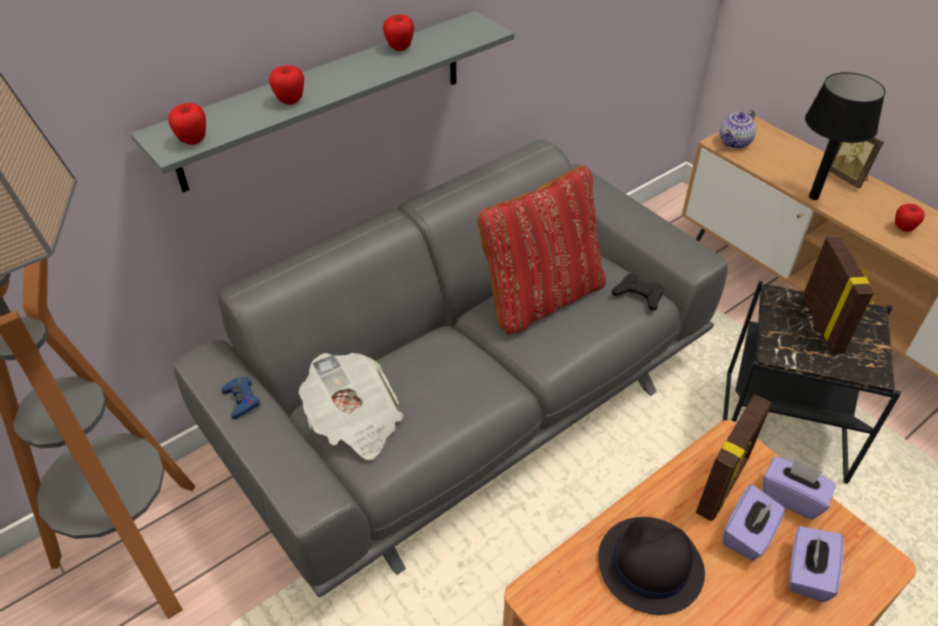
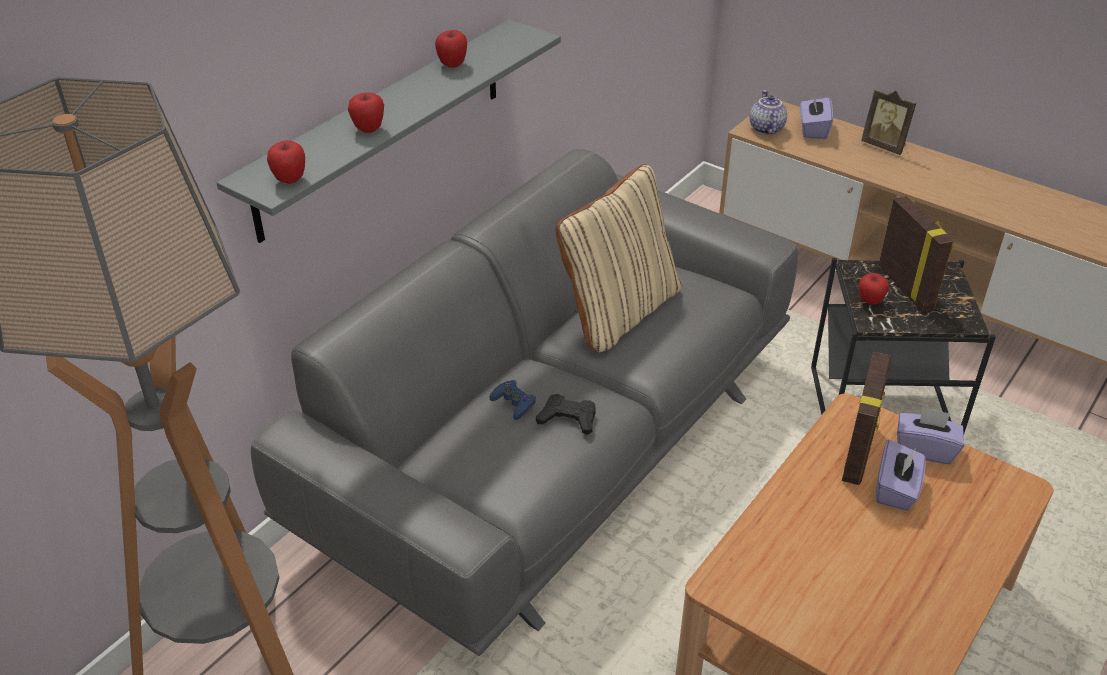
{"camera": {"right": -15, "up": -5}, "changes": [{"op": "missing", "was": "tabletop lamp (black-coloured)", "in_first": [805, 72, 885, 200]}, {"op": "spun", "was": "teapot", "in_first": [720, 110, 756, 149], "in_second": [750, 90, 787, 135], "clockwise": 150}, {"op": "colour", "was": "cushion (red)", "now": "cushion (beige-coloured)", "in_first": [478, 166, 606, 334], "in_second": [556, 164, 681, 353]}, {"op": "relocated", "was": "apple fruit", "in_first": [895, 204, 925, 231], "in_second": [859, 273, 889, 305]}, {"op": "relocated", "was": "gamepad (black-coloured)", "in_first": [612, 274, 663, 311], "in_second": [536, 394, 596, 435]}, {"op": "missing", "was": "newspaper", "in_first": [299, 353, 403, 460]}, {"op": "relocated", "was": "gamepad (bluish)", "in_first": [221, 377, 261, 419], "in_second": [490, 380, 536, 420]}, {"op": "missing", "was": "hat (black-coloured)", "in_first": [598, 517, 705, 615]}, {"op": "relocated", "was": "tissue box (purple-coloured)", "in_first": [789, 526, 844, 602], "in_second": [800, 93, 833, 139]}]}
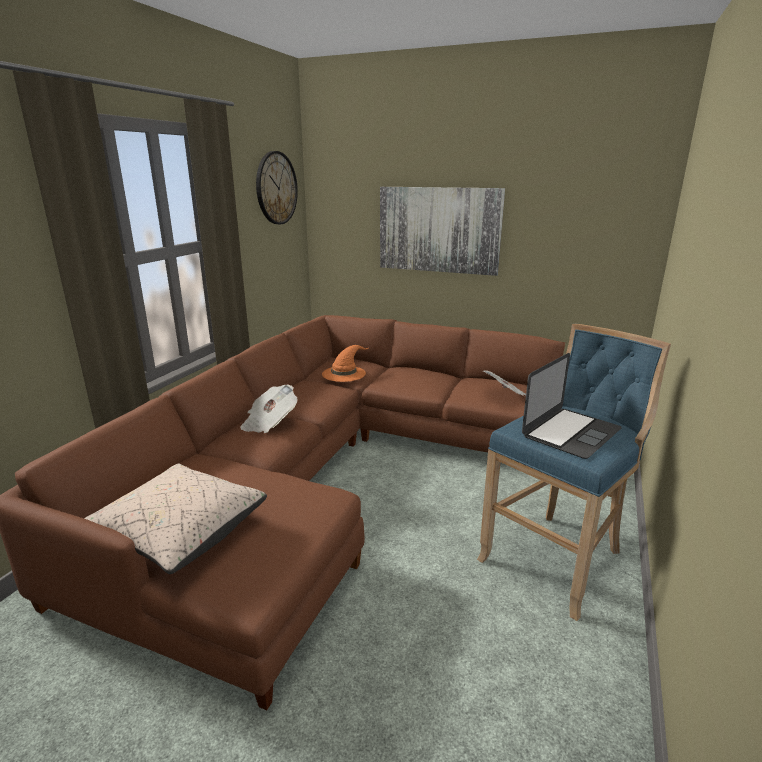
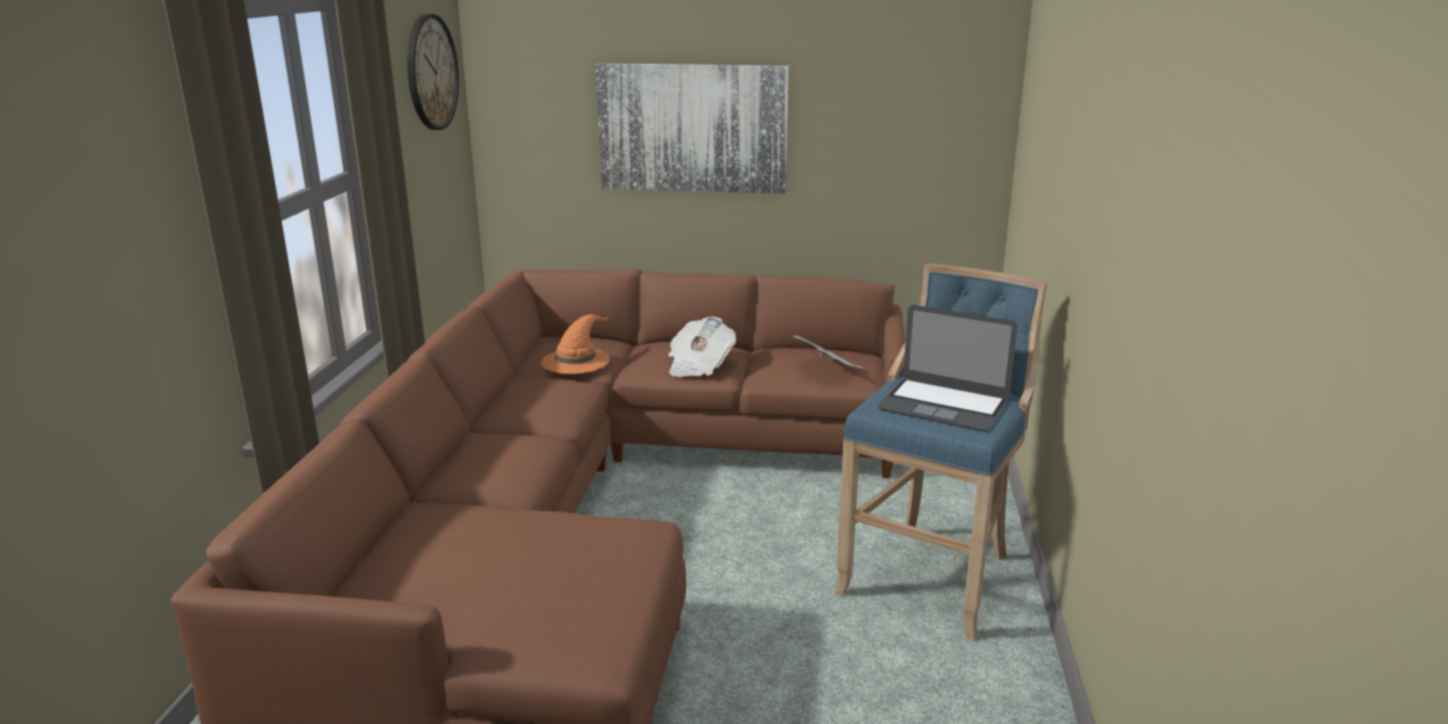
{"camera": {"right": -15, "up": 0}, "changes": [{"op": "spun", "was": "portable computer", "in_first": [522, 353, 622, 459], "in_second": [877, 305, 1018, 431], "clockwise": 90}, {"op": "relocated", "was": "newspaper", "in_first": [240, 384, 298, 433], "in_second": [668, 316, 736, 377]}, {"op": "missing", "was": "cushion (beige-coloured)", "in_first": [84, 463, 267, 574]}]}
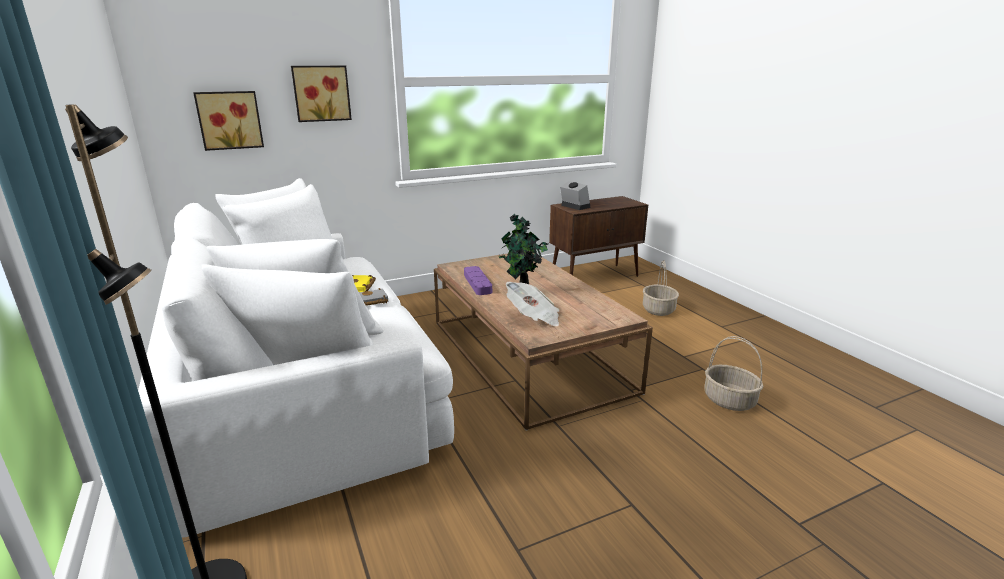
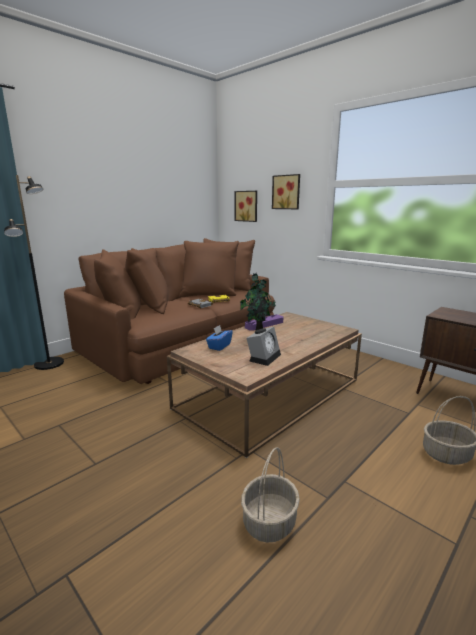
{"camera": {"right": 70, "up": -5}, "changes": [{"op": "colour", "was": "settee (white)", "now": "settee (brownish)", "in_first": [138, 178, 454, 538], "in_second": [64, 238, 275, 384]}, {"op": "relocated", "was": "table clock", "in_first": [560, 181, 591, 210], "in_second": [247, 327, 281, 366]}, {"op": "exchanged", "was": "newspaper", "now": "tissue box (bluish)", "in_first": [506, 282, 559, 326], "in_second": [206, 325, 233, 351]}]}
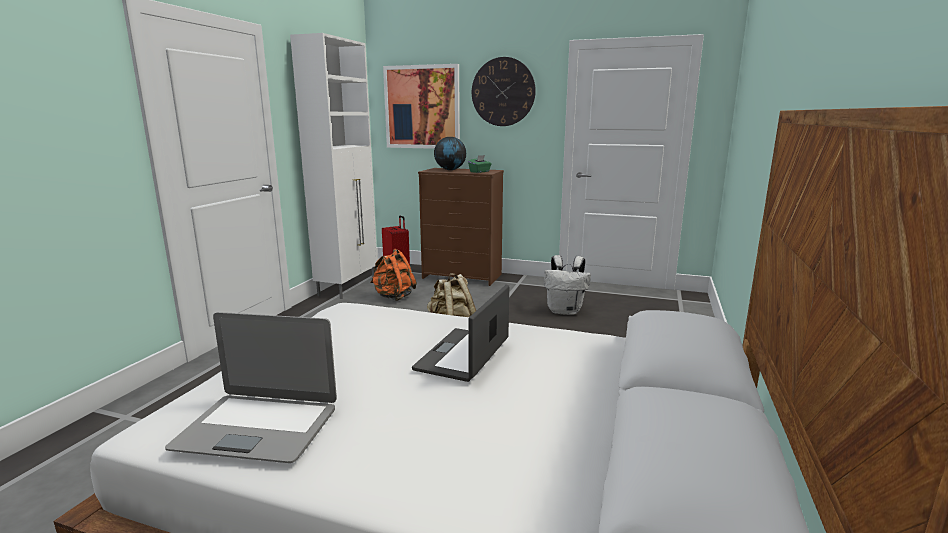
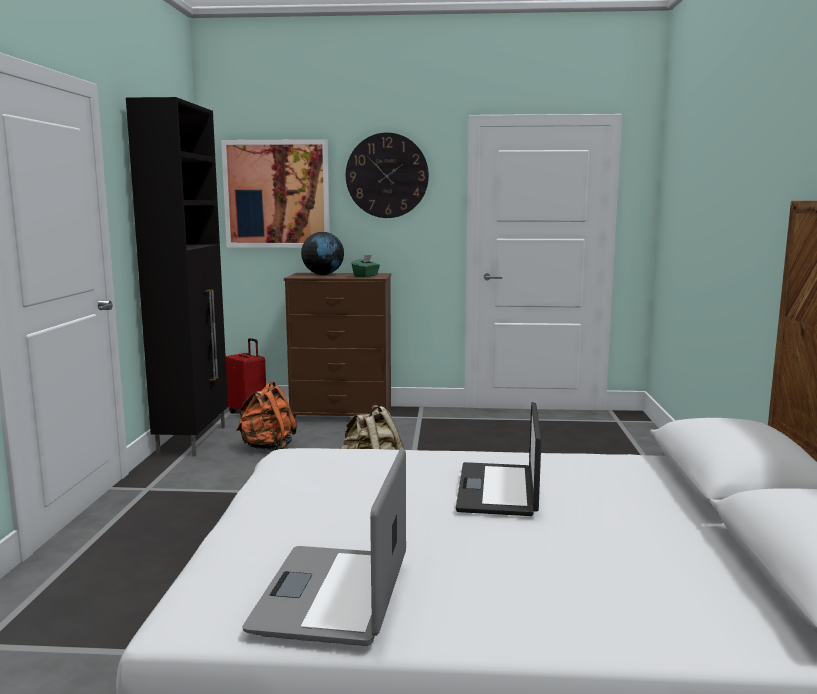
{"camera": {"right": -15, "up": -5}, "changes": [{"op": "colour", "was": "cabinet (white)", "now": "cabinet (black-coloured)", "in_first": [290, 33, 377, 299], "in_second": [126, 97, 228, 457]}, {"op": "missing", "was": "rucksack (white)", "in_first": [544, 255, 591, 315]}, {"op": "spun", "was": "portable computer", "in_first": [165, 312, 337, 463], "in_second": [243, 448, 406, 646], "clockwise": 105}]}
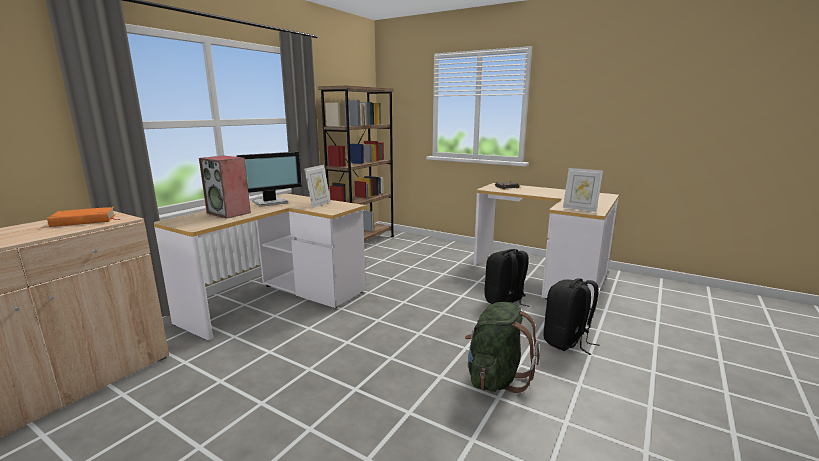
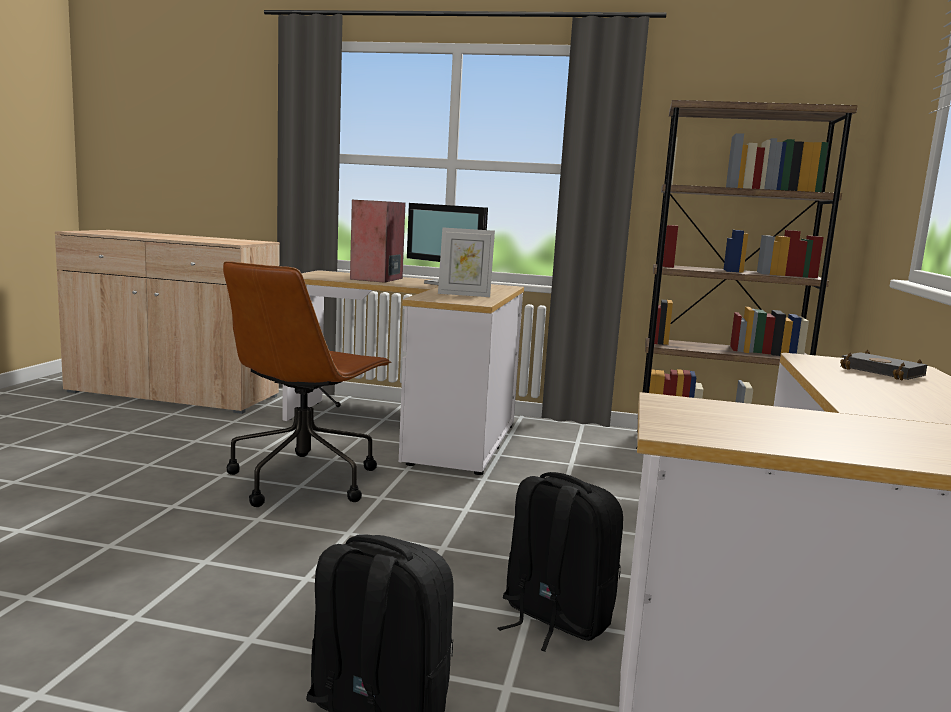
{"camera": {"right": 70, "up": -5}, "changes": [{"op": "missing", "was": "standing frame", "in_first": [563, 168, 603, 212]}, {"op": "missing", "was": "book (orange-coloured)", "in_first": [47, 207, 121, 227]}, {"op": "missing", "was": "rucksack (green)", "in_first": [465, 302, 540, 393]}, {"op": "appeared", "now": "office chair (brownish)", "in_second": [223, 261, 391, 507]}]}
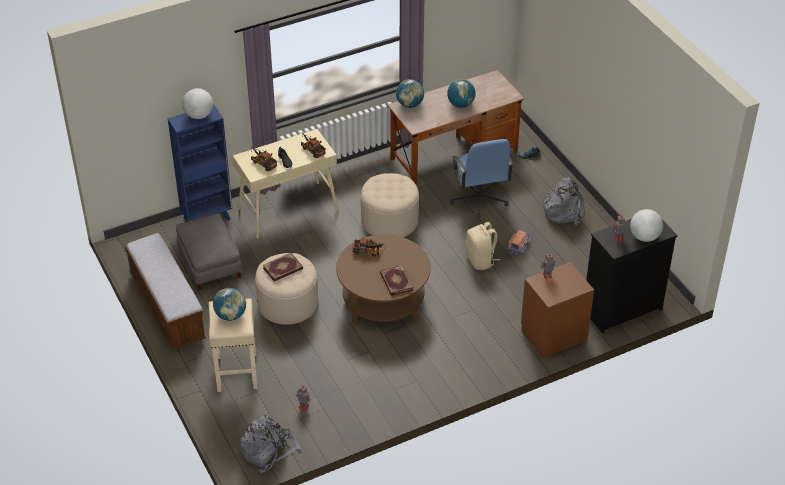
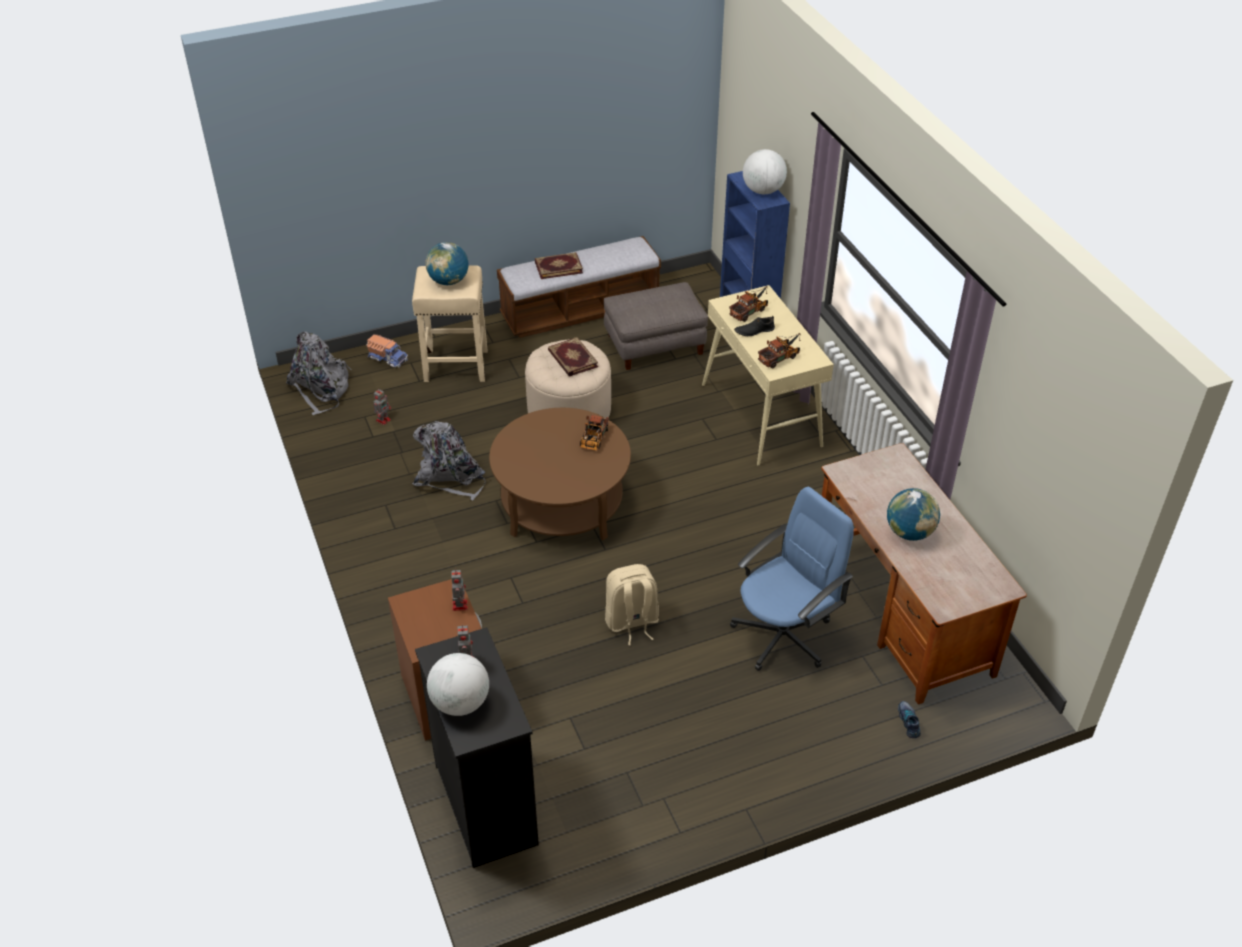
{"camera": {"right": 95, "up": 0}, "changes": [{"op": "missing", "was": "globe", "in_first": [396, 79, 424, 108]}, {"op": "spun", "was": "office chair (bluish)", "in_first": [450, 139, 514, 219], "in_second": [730, 487, 854, 671], "clockwise": 150}, {"op": "missing", "was": "footrest (beige-coloured)", "in_first": [361, 173, 419, 237]}, {"op": "relocated", "was": "rucksack (greyish)", "in_first": [541, 176, 585, 225], "in_second": [412, 421, 486, 500]}, {"op": "relocated", "was": "toy truck", "in_first": [507, 230, 531, 254], "in_second": [366, 334, 408, 368]}, {"op": "relocated", "was": "book", "in_first": [380, 265, 414, 296], "in_second": [535, 252, 583, 279]}]}
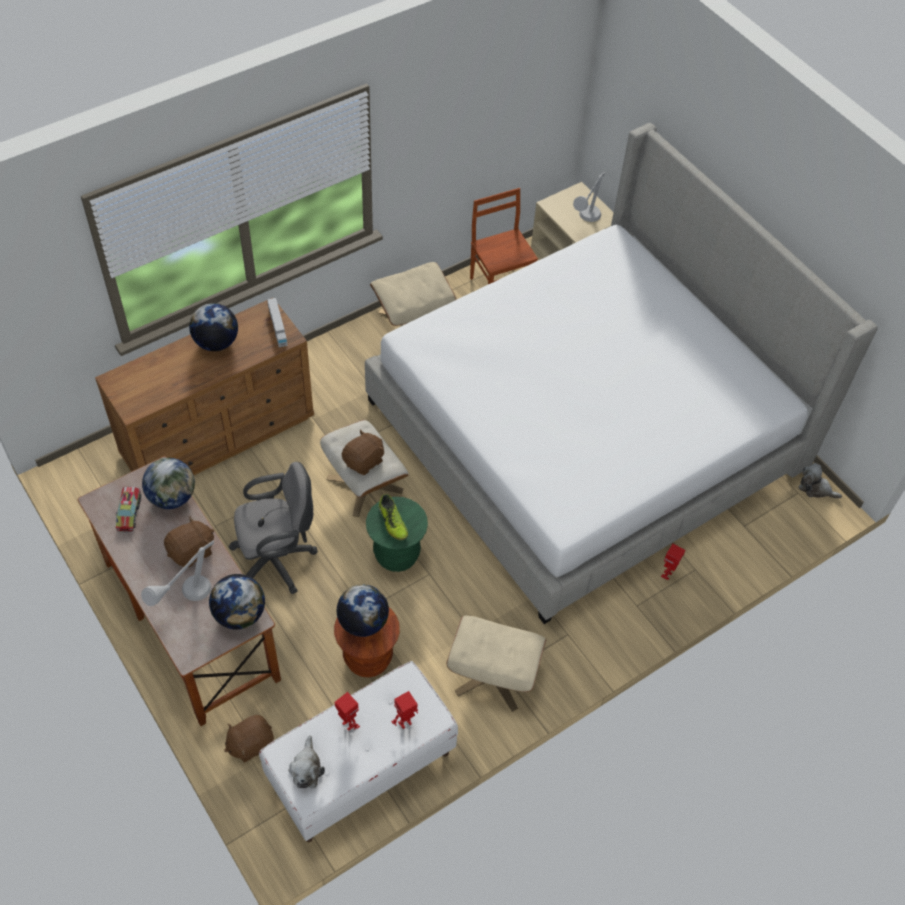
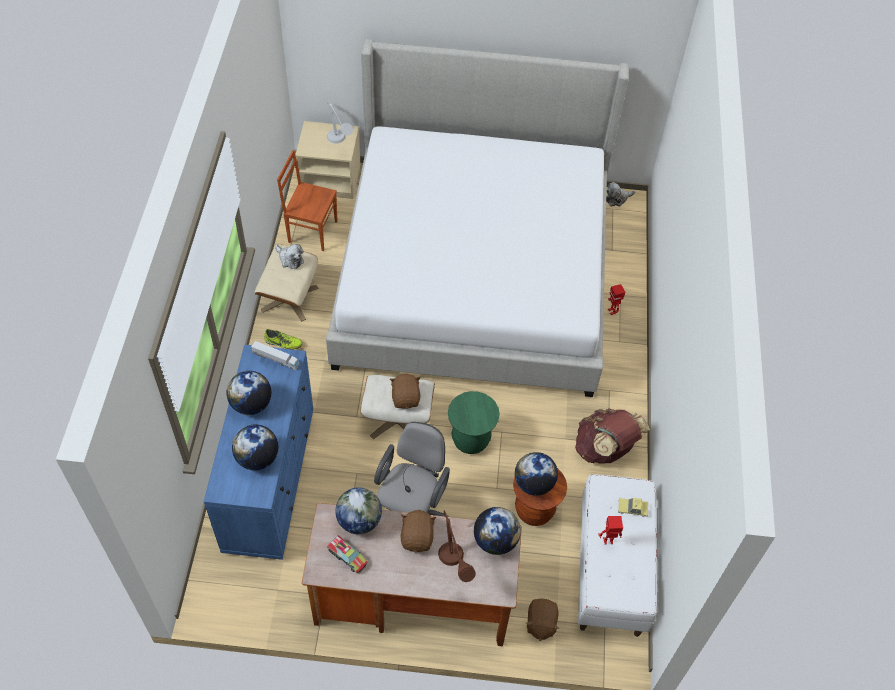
{"camera": {"right": -50, "up": 0}, "changes": [{"op": "colour", "was": "dresser (brownish)", "now": "dresser (bluish)", "in_first": [95, 298, 314, 475], "in_second": [204, 345, 314, 560]}, {"op": "relocated", "was": "shoe", "in_first": [379, 494, 408, 540], "in_second": [264, 329, 303, 350]}, {"op": "colour", "was": "tabletop lamp (greyish)", "now": "tabletop lamp (brownish)", "in_first": [141, 541, 214, 606], "in_second": [438, 510, 476, 582]}, {"op": "exchanged", "was": "footrest (beige-coloured)", "now": "rucksack (brownish)", "in_first": [446, 616, 546, 712], "in_second": [575, 408, 650, 464]}, {"op": "exchanged", "was": "robot figure", "now": "miniature car", "in_first": [391, 691, 418, 729], "in_second": [618, 498, 649, 517]}, {"op": "relocated", "was": "cuddly toy", "in_first": [289, 735, 325, 788], "in_second": [275, 244, 304, 269]}, {"op": "appeared", "now": "globe", "in_second": [232, 424, 278, 470]}]}
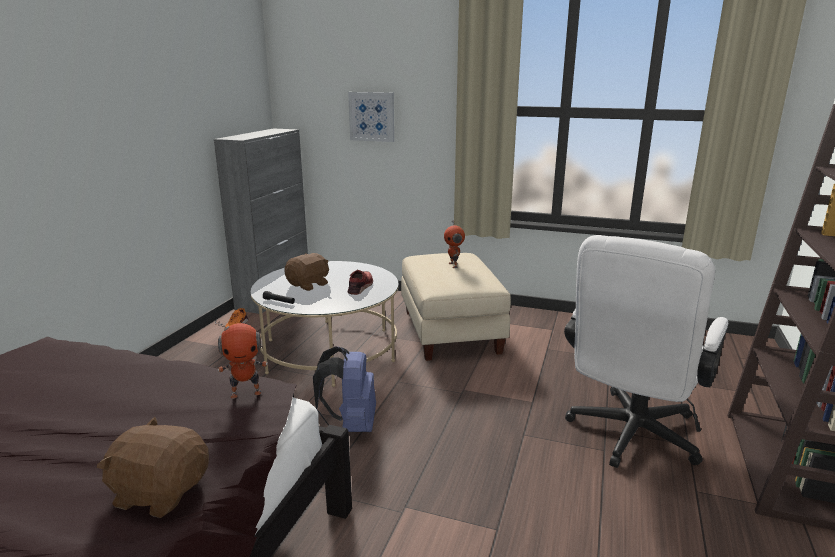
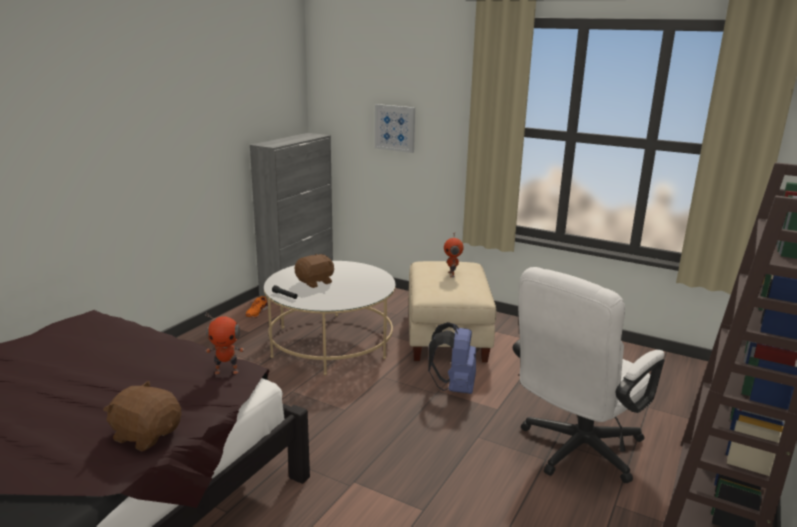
{"camera": {"right": 10, "up": 0}, "changes": [{"op": "missing", "was": "shoe (red)", "in_first": [348, 270, 373, 295]}, {"op": "relocated", "was": "rucksack (bluish)", "in_first": [313, 346, 376, 432], "in_second": [428, 322, 476, 394]}]}
